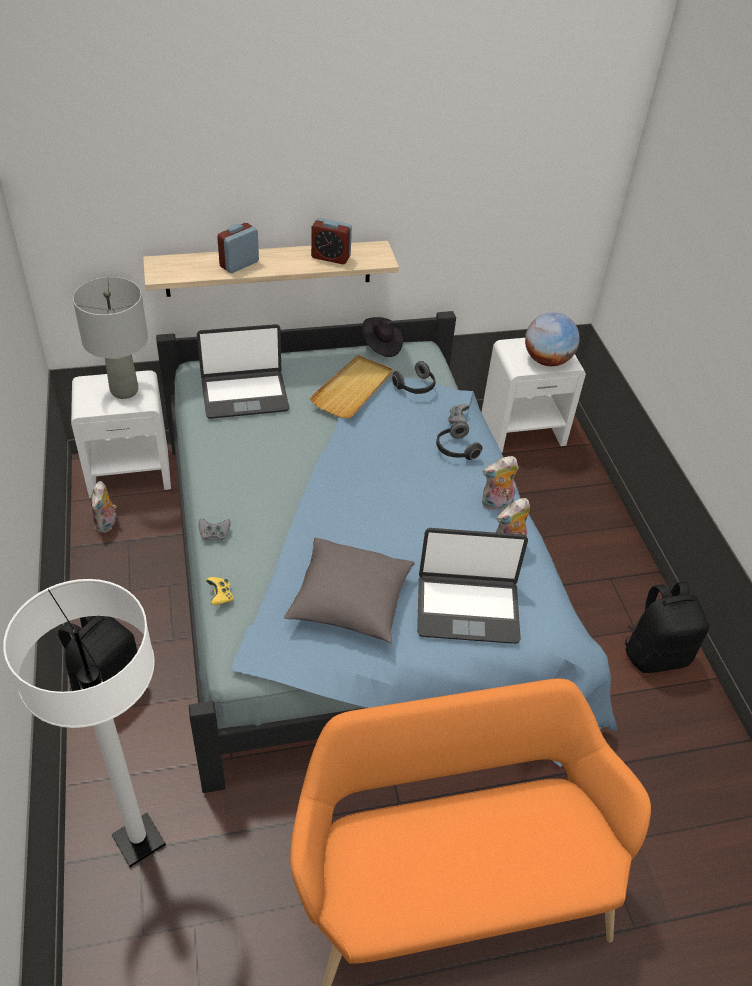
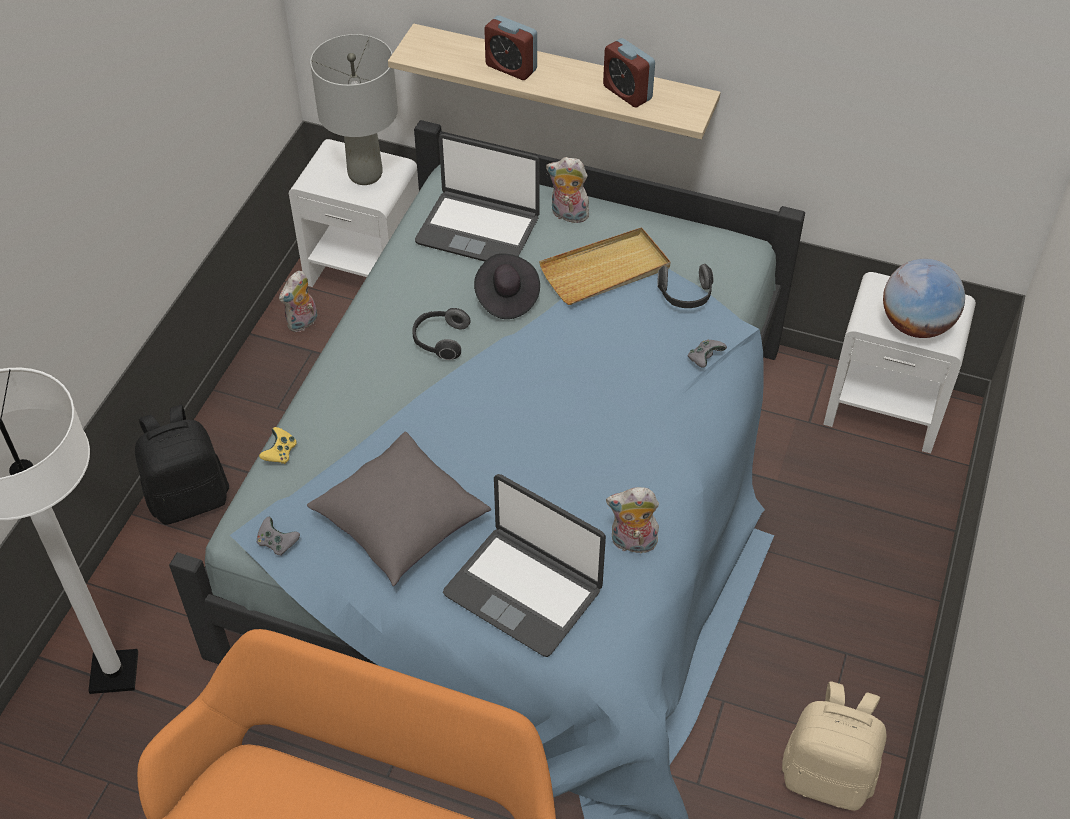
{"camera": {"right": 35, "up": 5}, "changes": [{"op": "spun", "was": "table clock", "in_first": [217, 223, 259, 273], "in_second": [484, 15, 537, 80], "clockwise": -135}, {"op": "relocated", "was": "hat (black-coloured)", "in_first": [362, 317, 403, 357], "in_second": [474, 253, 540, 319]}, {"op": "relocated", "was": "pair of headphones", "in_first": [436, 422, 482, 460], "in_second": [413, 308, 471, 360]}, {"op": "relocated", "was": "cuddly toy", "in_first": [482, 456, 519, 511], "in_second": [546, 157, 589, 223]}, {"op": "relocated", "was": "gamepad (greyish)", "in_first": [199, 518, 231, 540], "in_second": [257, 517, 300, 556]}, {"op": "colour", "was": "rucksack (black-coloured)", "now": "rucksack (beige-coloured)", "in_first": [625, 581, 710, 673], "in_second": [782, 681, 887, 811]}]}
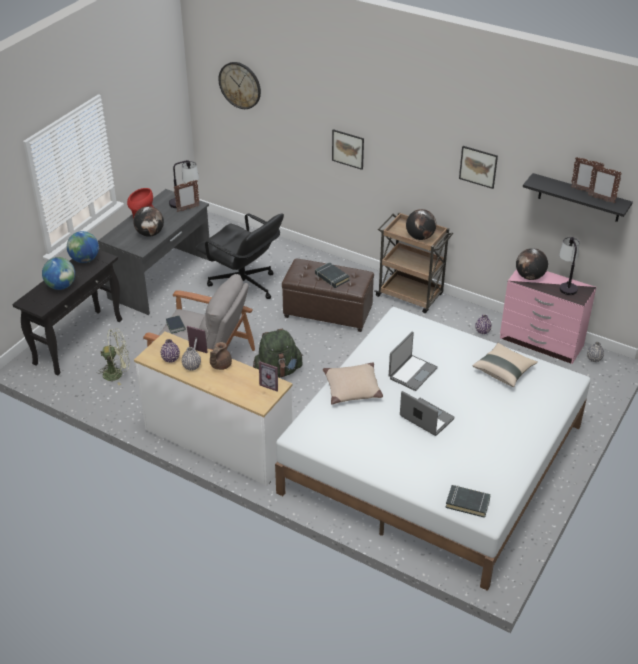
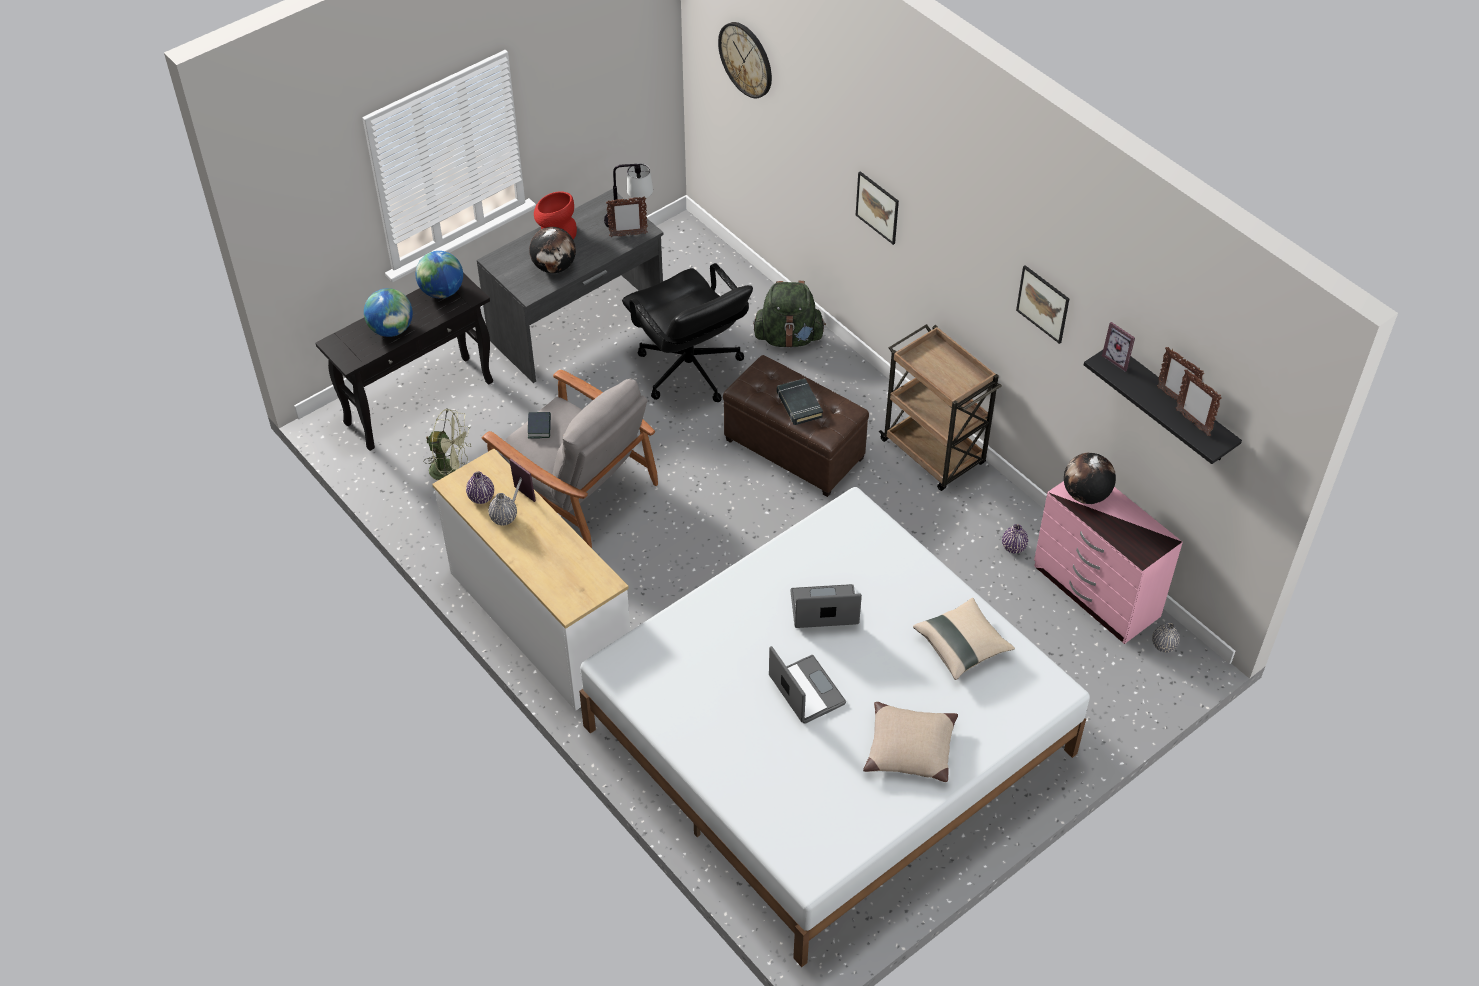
{"camera": {"right": 20, "up": 10}, "changes": [{"op": "missing", "was": "globe", "in_first": [406, 209, 437, 240]}, {"op": "missing", "was": "tabletop lamp", "in_first": [559, 237, 580, 295]}, {"op": "relocated", "was": "rucksack (green)", "in_first": [253, 329, 303, 378], "in_second": [753, 281, 826, 348]}, {"op": "spun", "was": "portable computer", "in_first": [389, 331, 438, 391], "in_second": [791, 584, 862, 628], "clockwise": -150}, {"op": "missing", "was": "teapot (brownish)", "in_first": [210, 342, 232, 370]}, {"op": "relocated", "was": "standing frame", "in_first": [259, 361, 278, 392], "in_second": [1102, 322, 1135, 372]}, {"op": "relocated", "was": "cushion (beige-coloured)", "in_first": [323, 362, 383, 404], "in_second": [863, 702, 958, 782]}, {"op": "missing", "was": "book (black-coloured)", "in_first": [445, 485, 491, 518]}]}
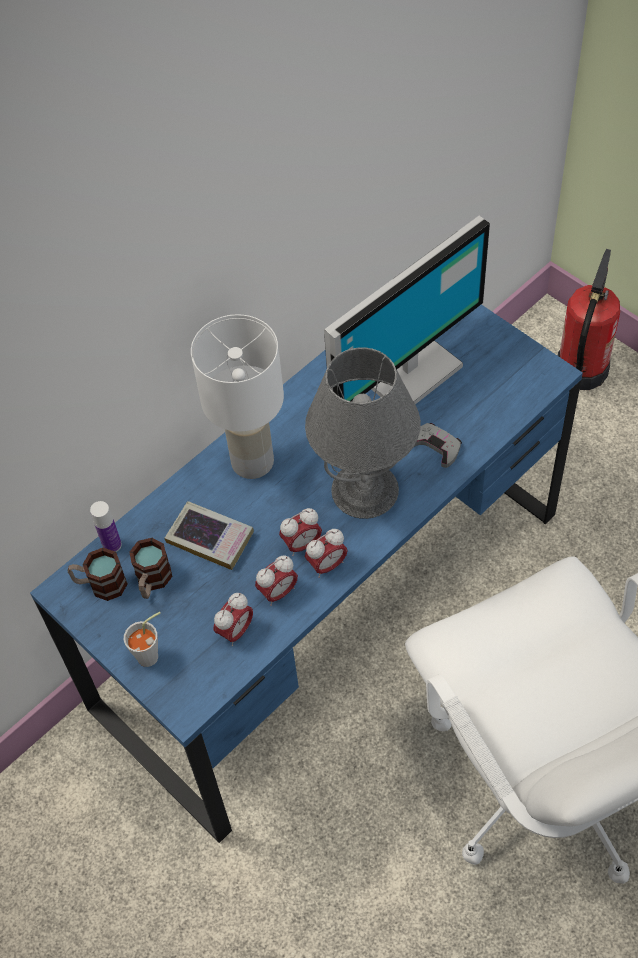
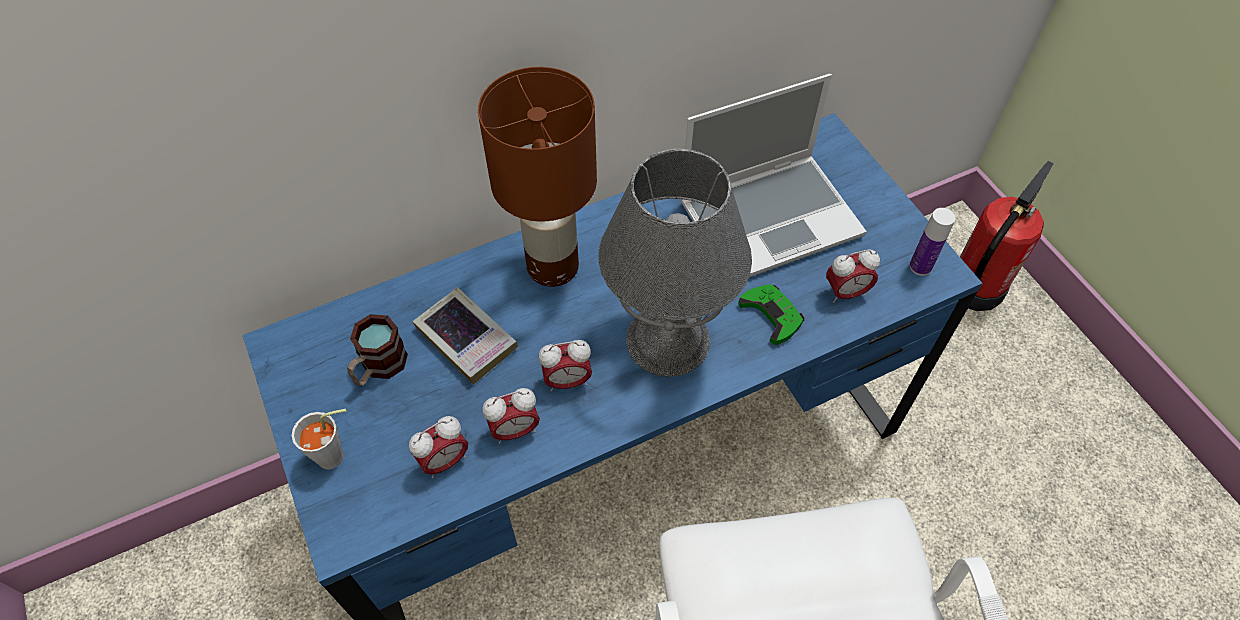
{"camera": {"right": 15, "up": 0}, "changes": [{"op": "exchanged", "was": "computer screen", "now": "portable computer", "in_first": [324, 216, 490, 404], "in_second": [680, 74, 867, 277]}, {"op": "colour", "was": "tabletop lamp (white)", "now": "tabletop lamp (brownish)", "in_first": [191, 314, 284, 479], "in_second": [478, 67, 597, 287]}, {"op": "colour", "was": "gamepad (greyish)", "now": "gamepad (green)", "in_first": [414, 423, 462, 468], "in_second": [739, 284, 804, 345]}, {"op": "relocated", "was": "drink bottle", "in_first": [90, 501, 122, 552], "in_second": [909, 208, 956, 276]}, {"op": "relocated", "was": "table clock", "in_first": [305, 529, 348, 578], "in_second": [826, 249, 880, 303]}, {"op": "missing", "was": "tea mug", "in_first": [68, 548, 128, 601]}]}
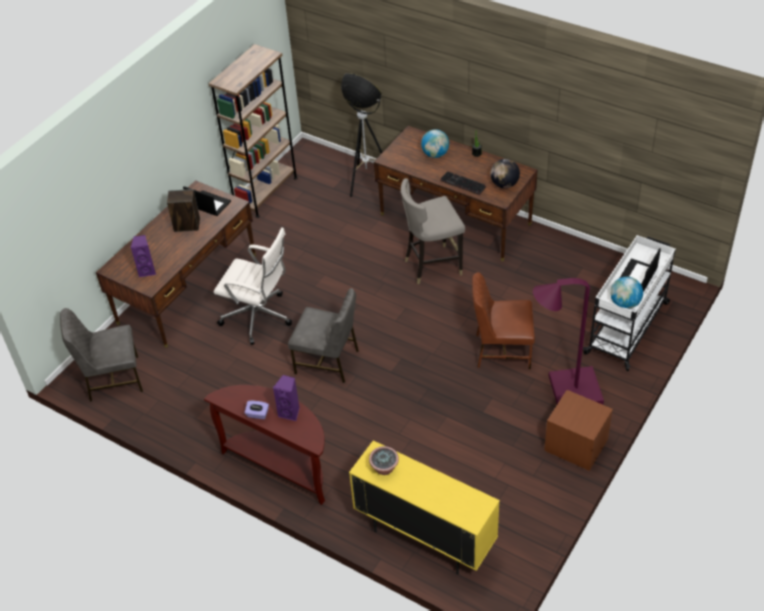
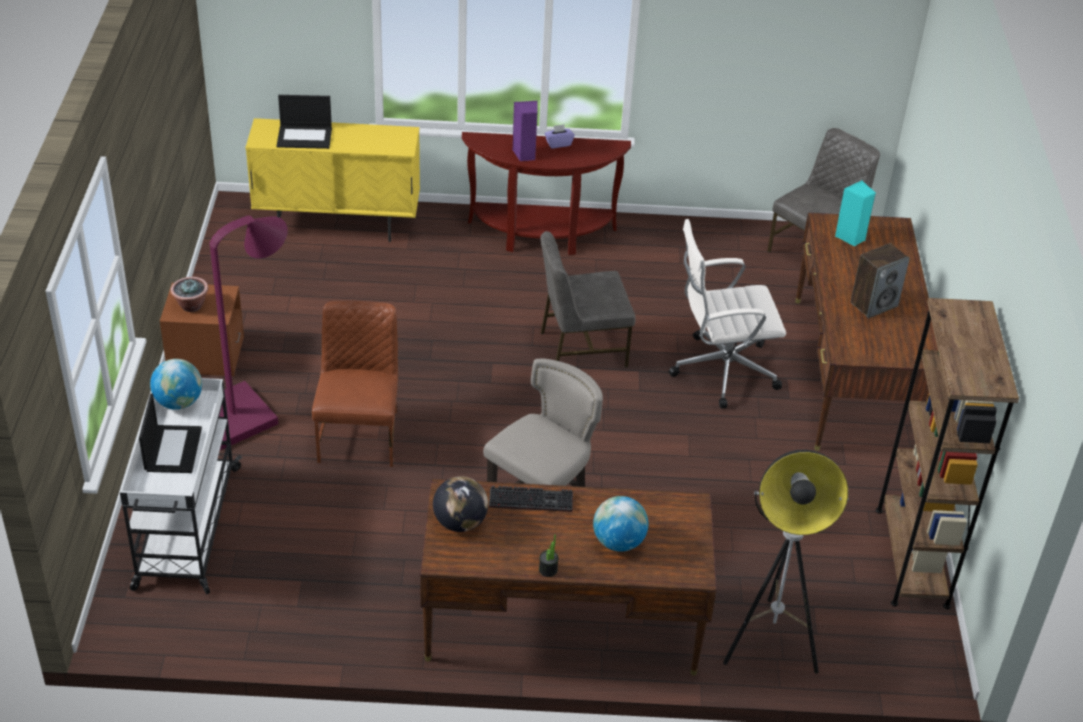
{"camera": {"right": 145, "up": -5}, "changes": [{"op": "relocated", "was": "portable computer", "in_first": [183, 186, 231, 216], "in_second": [277, 95, 332, 149]}, {"op": "colour", "was": "speaker (purple-coloured)", "now": "speaker (blue-green)", "in_first": [131, 235, 156, 277], "in_second": [835, 180, 876, 246]}, {"op": "spun", "was": "plain chair (brownish)", "in_first": [472, 272, 535, 369], "in_second": [312, 301, 398, 467], "clockwise": -60}, {"op": "relocated", "was": "potted plant", "in_first": [369, 446, 399, 475], "in_second": [170, 277, 208, 312]}]}
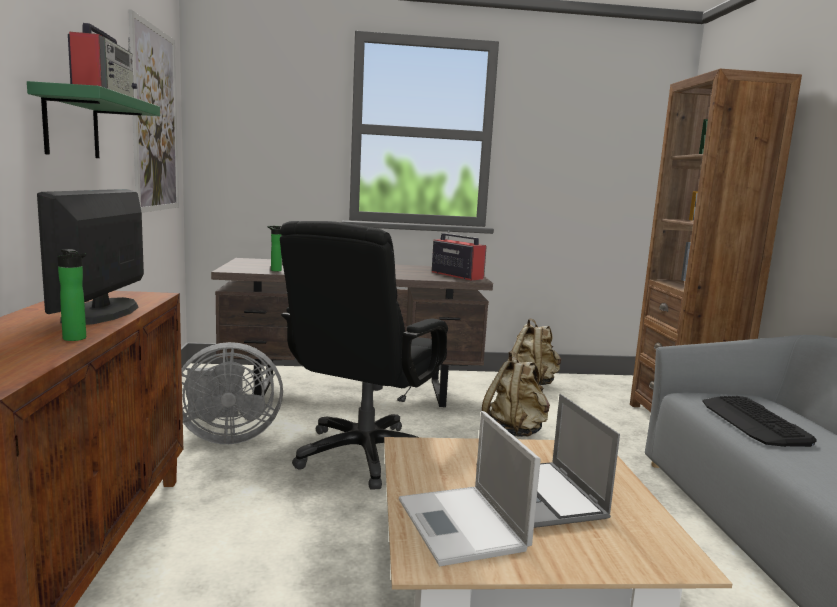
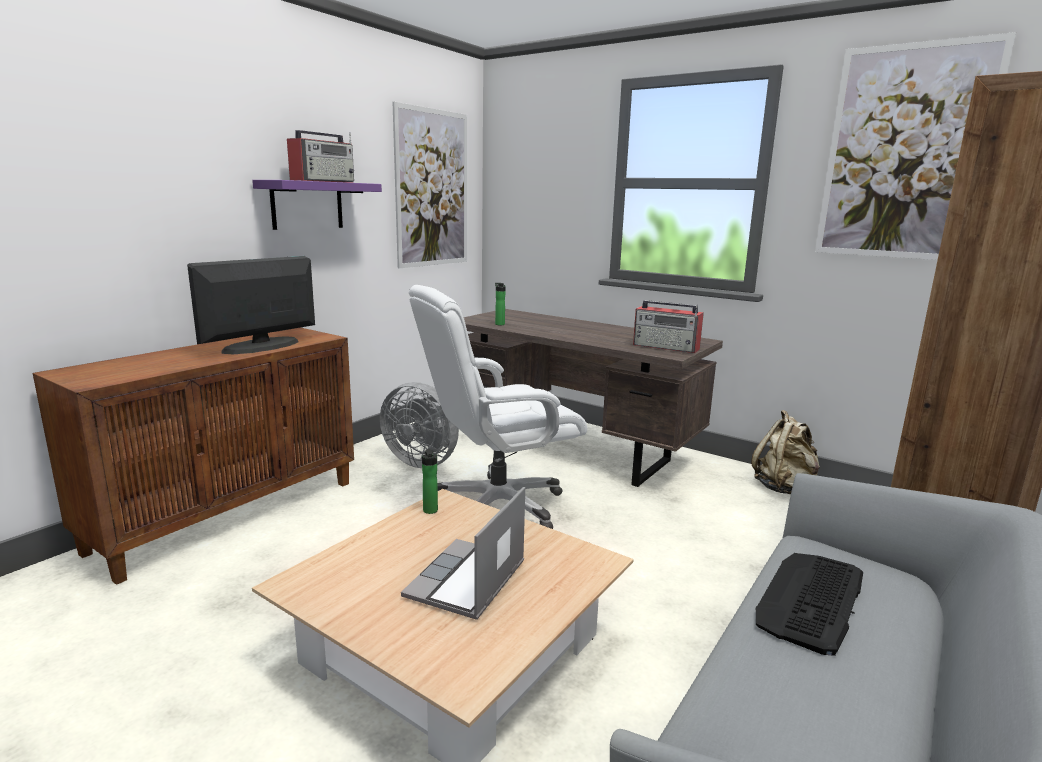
{"camera": {"right": 40, "up": 5}, "changes": [{"op": "colour", "was": "shelf (green)", "now": "shelf (purple-coloured)", "in_first": [27, 81, 160, 158], "in_second": [252, 180, 382, 230]}, {"op": "colour", "was": "office chair (black-coloured)", "now": "office chair (white)", "in_first": [280, 221, 448, 490], "in_second": [409, 285, 587, 529]}, {"op": "spun", "was": "radio set", "in_first": [432, 230, 487, 281], "in_second": [633, 300, 704, 353], "clockwise": 120}, {"op": "relocated", "was": "drink bottle", "in_first": [57, 249, 86, 341], "in_second": [422, 449, 438, 514]}, {"op": "missing", "was": "rucksack (beige-coloured)", "in_first": [482, 351, 550, 437]}, {"op": "missing", "was": "portable computer", "in_first": [399, 411, 541, 566]}, {"op": "appeared", "now": "picture", "in_second": [815, 32, 1016, 260]}]}
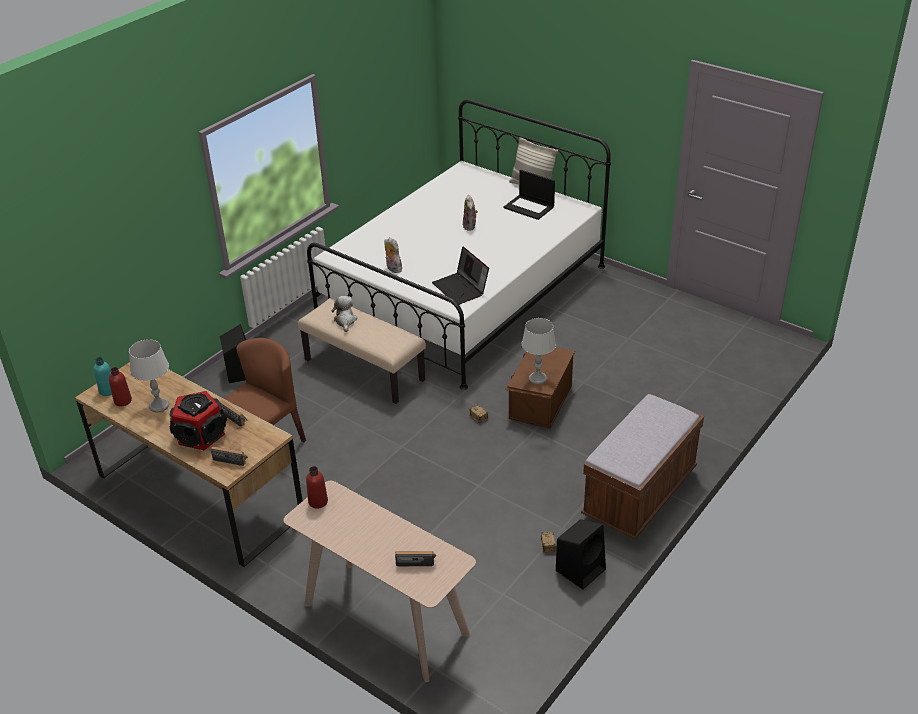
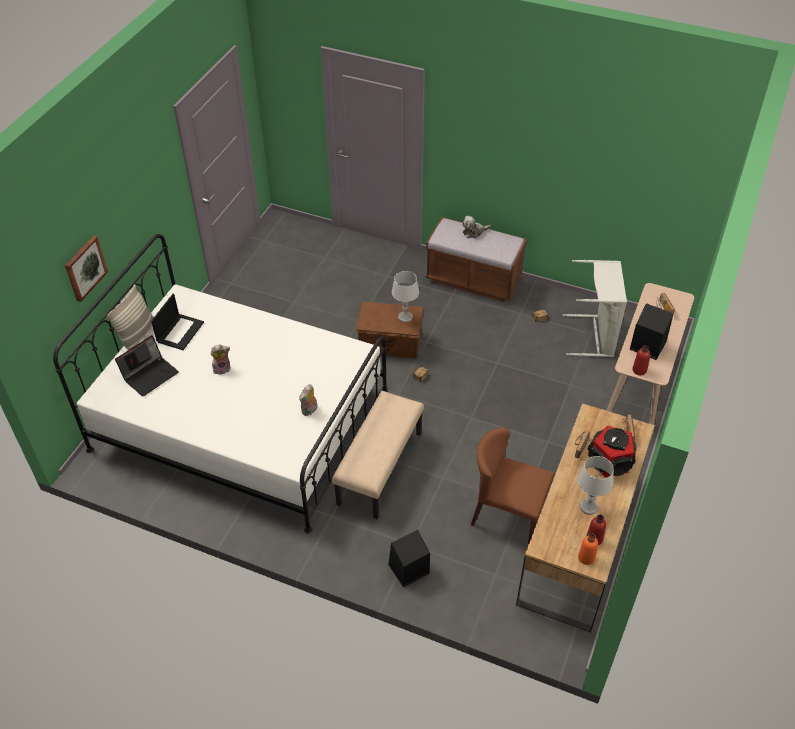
{"camera": {"right": -105, "up": 10}, "changes": [{"op": "relocated", "was": "portable computer", "in_first": [432, 246, 489, 305], "in_second": [115, 335, 179, 396]}, {"op": "relocated", "was": "cuddly toy", "in_first": [331, 296, 357, 332], "in_second": [462, 216, 491, 238]}, {"op": "colour", "was": "drink bottle (blue-green)", "now": "drink bottle (orange-coloured)", "in_first": [94, 357, 112, 396], "in_second": [578, 534, 598, 565]}, {"op": "relocated", "was": "speaker (black-coloured)", "in_first": [556, 519, 606, 589], "in_second": [630, 304, 673, 360]}, {"op": "appeared", "now": "picture", "in_second": [65, 235, 108, 302]}, {"op": "appeared", "now": "hamper (greyish)", "in_second": [563, 260, 627, 357]}]}
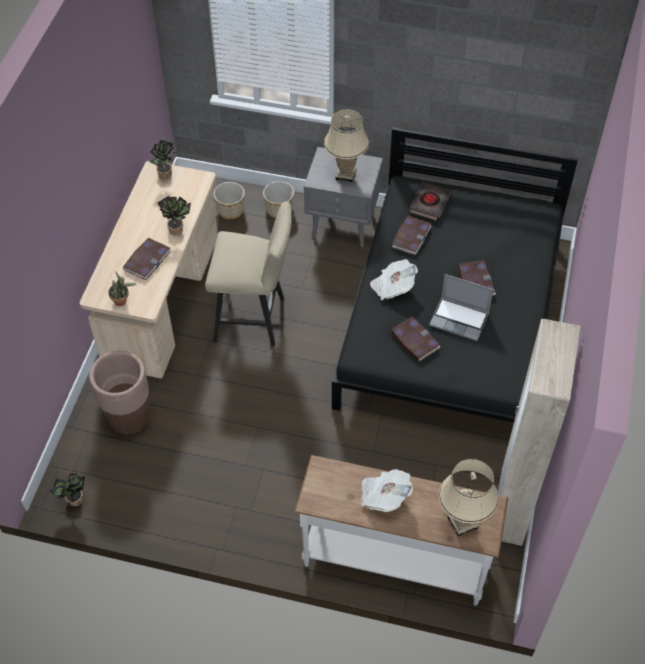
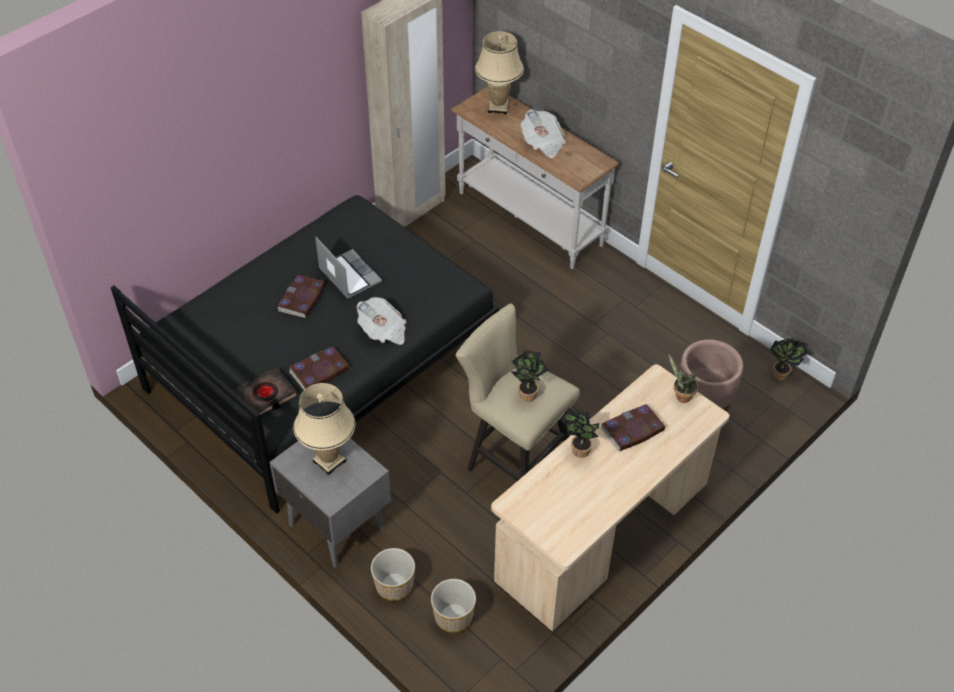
{"camera": {"right": -150, "up": -5}, "changes": [{"op": "relocated", "was": "potted plant", "in_first": [150, 140, 176, 180], "in_second": [510, 350, 549, 402]}, {"op": "missing", "was": "book", "in_first": [391, 316, 441, 361]}]}
